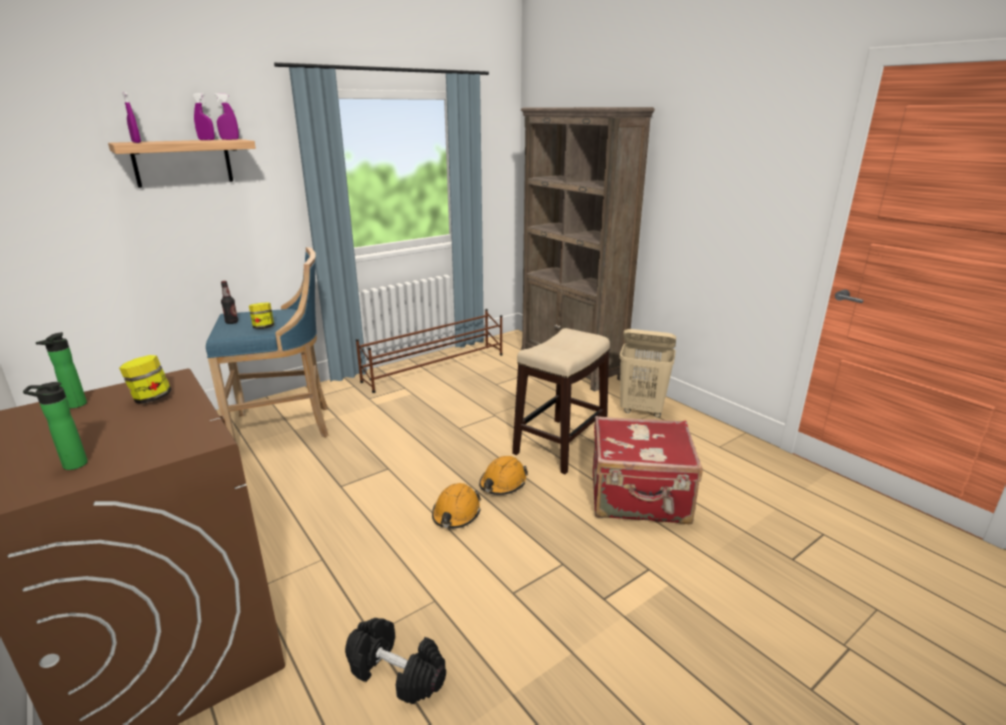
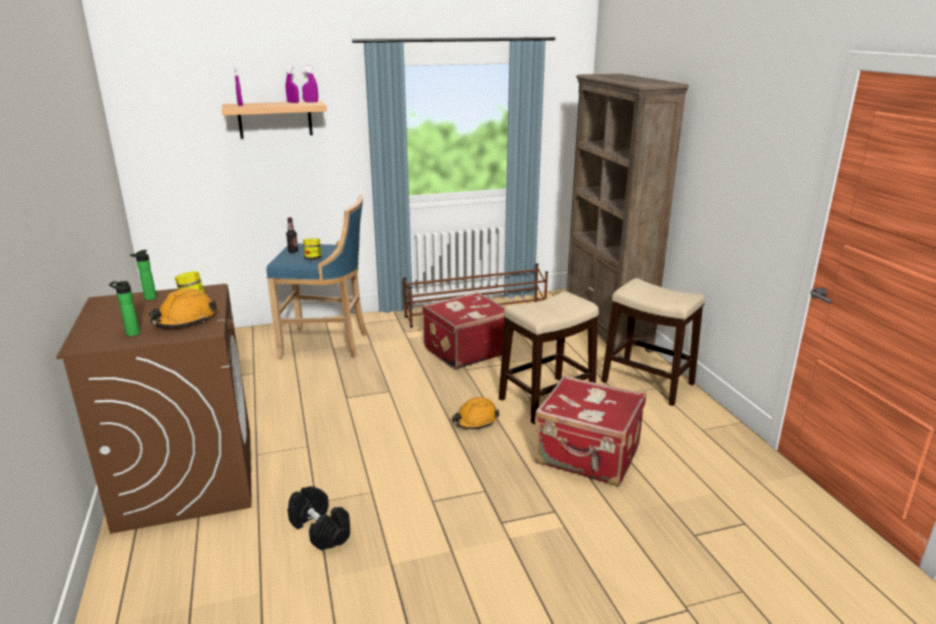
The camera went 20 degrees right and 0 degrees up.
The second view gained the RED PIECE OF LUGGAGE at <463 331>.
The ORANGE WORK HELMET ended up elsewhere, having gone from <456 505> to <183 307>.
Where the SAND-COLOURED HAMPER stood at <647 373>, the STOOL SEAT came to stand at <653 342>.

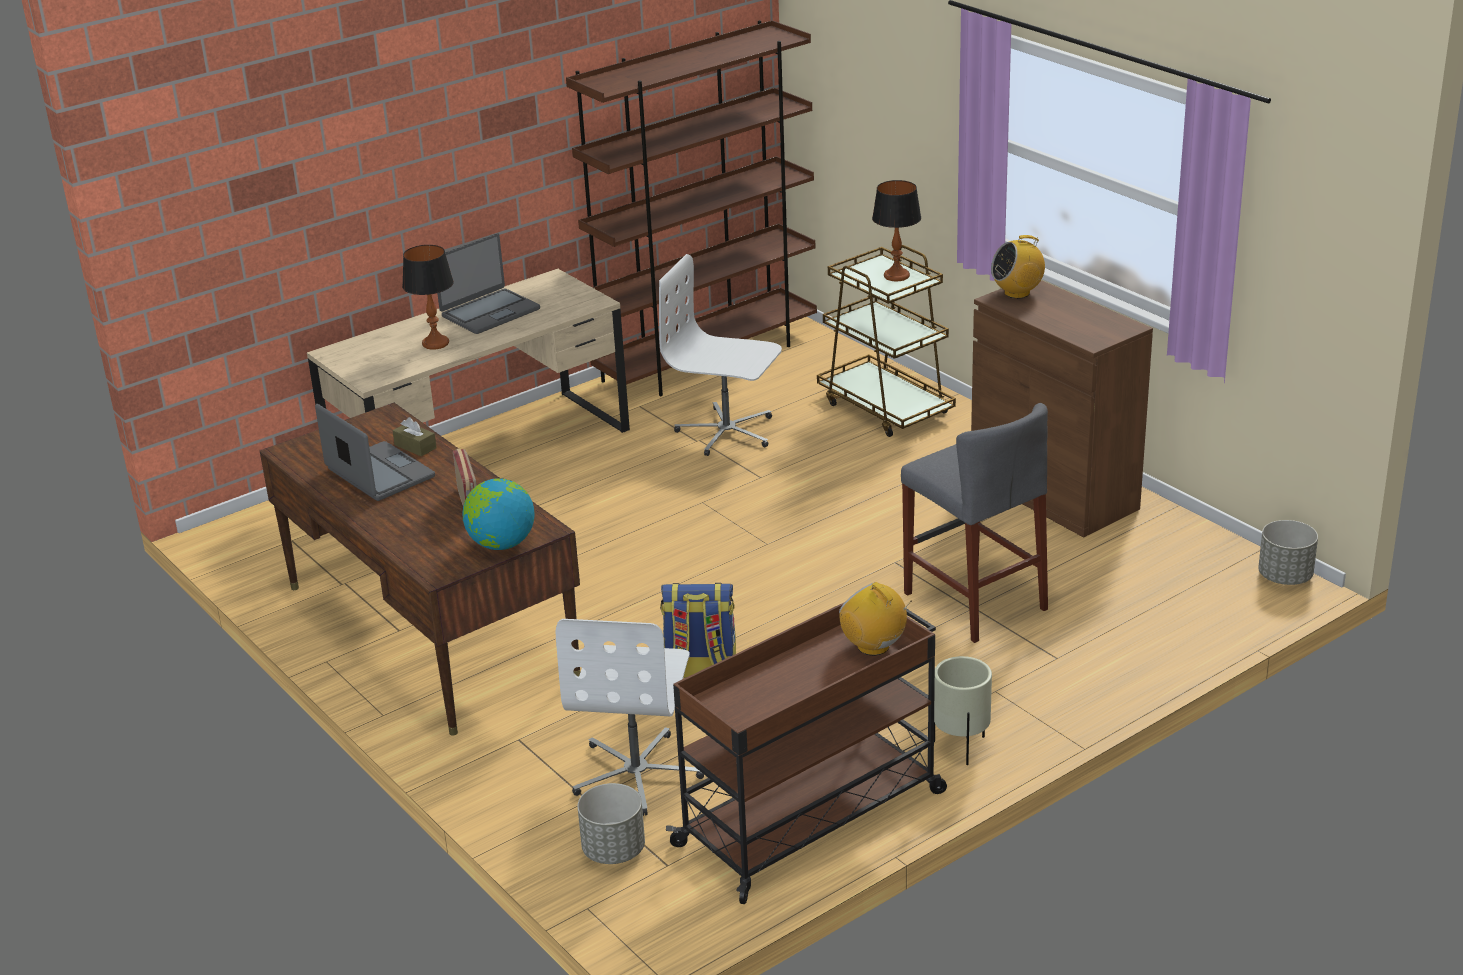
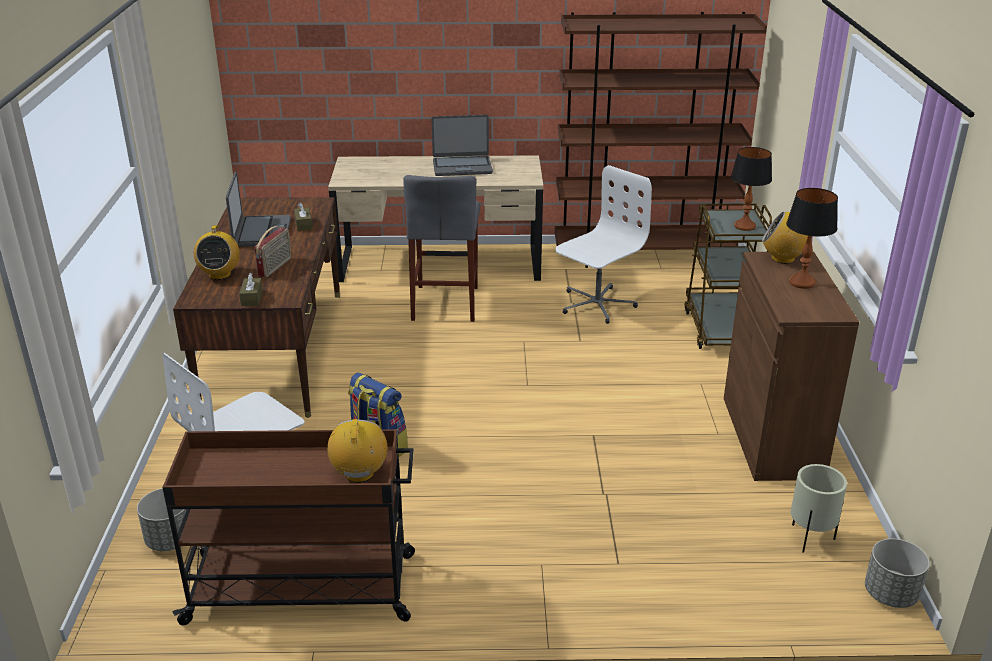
The camera went 35 degrees right and 0 degrees up.
The second view gained the RADIO SET at <217 252>.
The LAMP FOR A TABLE ended up elsewhere, having gone from <428 297> to <812 238>.
The GREY STOOL SEAT ended up elsewhere, having gone from <974 523> to <441 248>.
The SAND-COLOURED FLOWER POT ended up elsewhere, having gone from <963 710> to <819 508>.
Where the WORLD GLOBE stood at <499 514>, the BROWN-COLOURED TISSUE HOLDER came to stand at <251 289>.
The WHITE DESK CHAIR at <720 355> ended up facing another way, 75 degrees clockwise from before.

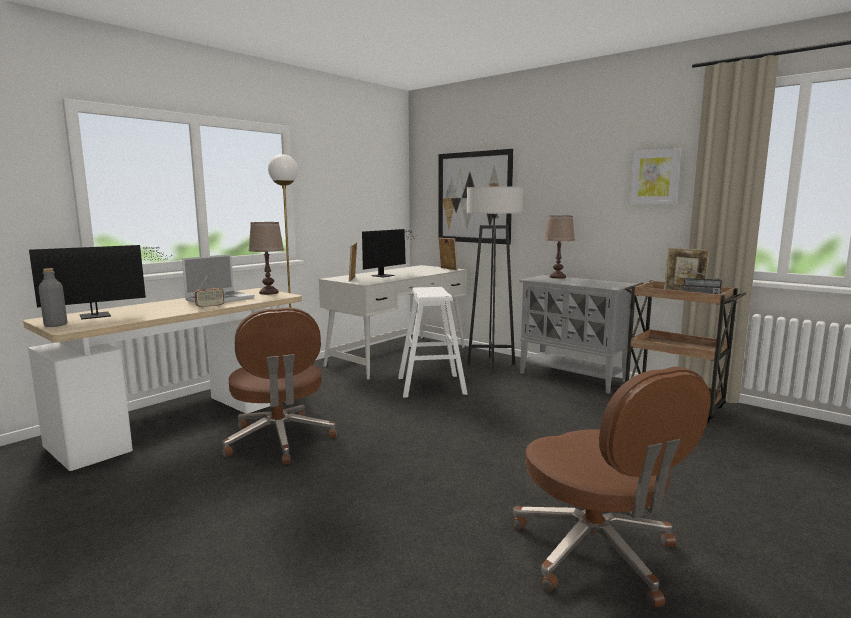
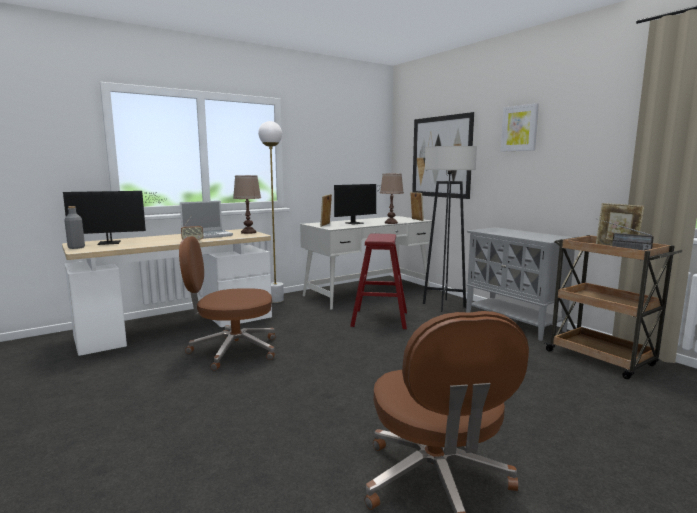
The camera went 15 degrees right and 0 degrees up.
The BROWN-COLOURED LAMP FOR A TABLE ended up elsewhere, having gone from <559 247> to <392 199>.
The WALL ART ended up elsewhere, having gone from <655 176> to <520 127>.
What was the WHITE STOOL SEAT at <433 342> turned into the RED STOOL SEAT at <378 281>.
The BROWN-COLOURED DESK CHAIR at <279 386> ended up facing another way, 90 degrees clockwise from before.

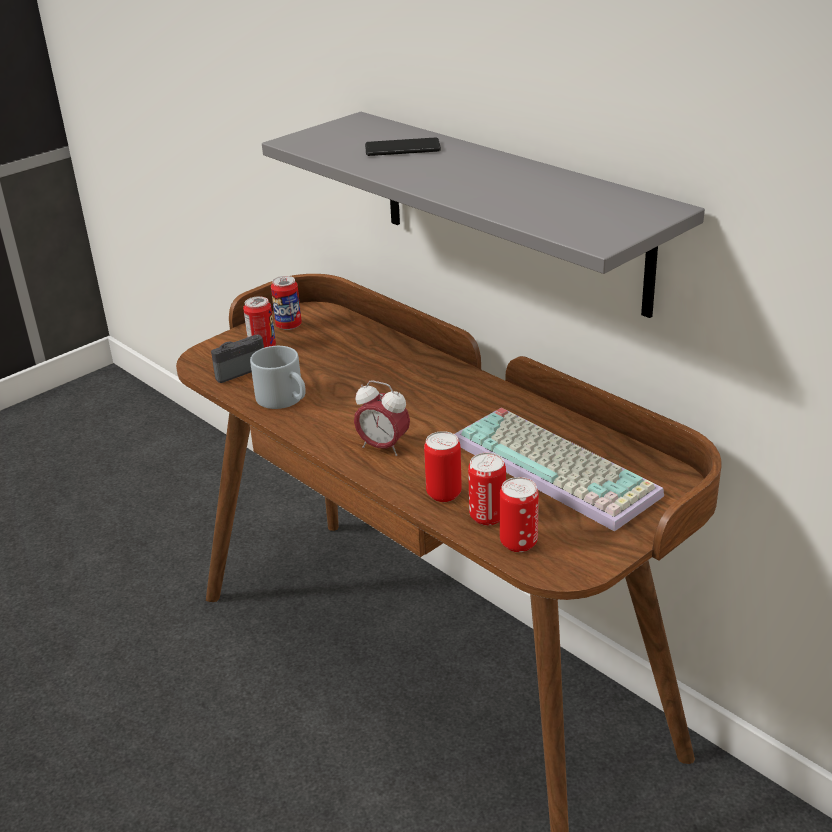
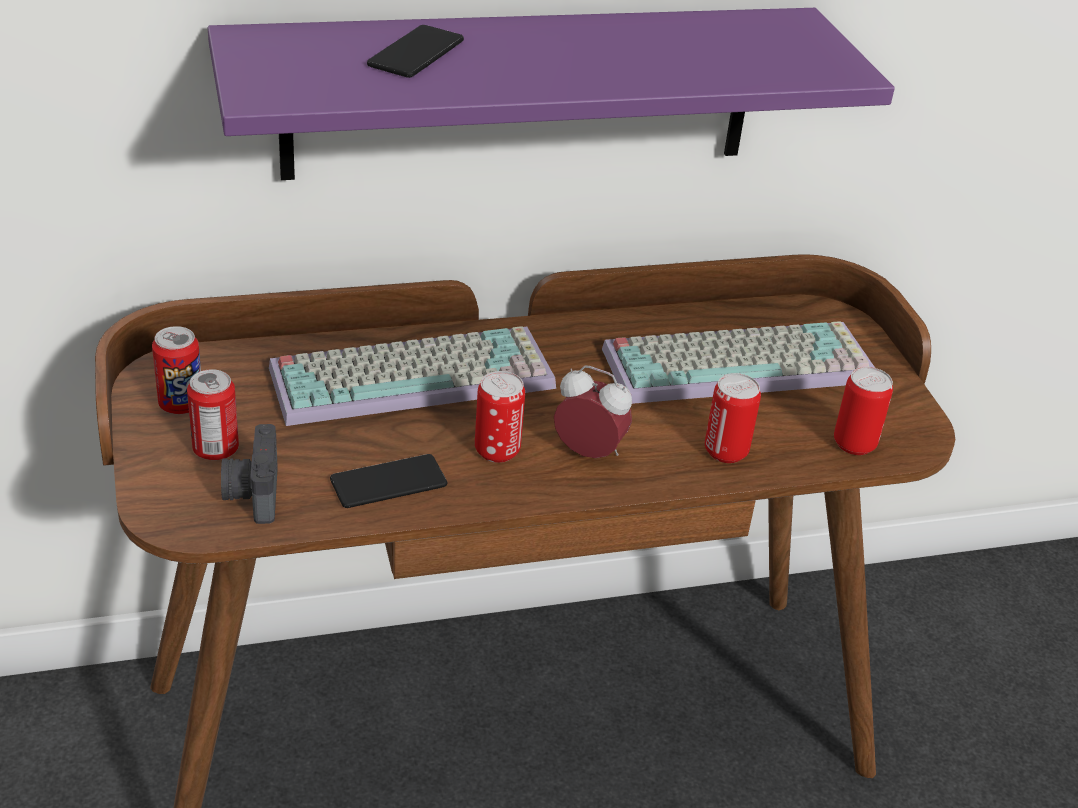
The camera went 65 degrees left and 5 degrees up.
The second view gained the PC KEYBOARD at <412 376>.
The METAL CAN ended up elsewhere, having gone from <487 489> to <500 417>.
Where the GREY MUG stood at <278 377>, the PHONE came to stand at <388 481>.
What was the GREY WALL SHELF at <483 215> turned into the PURPLE-COLOURED WALL SHELF at <551 94>.
The ALARM CLOCK at <382 418> ended up facing another way, 120 degrees counterclockwise from before.

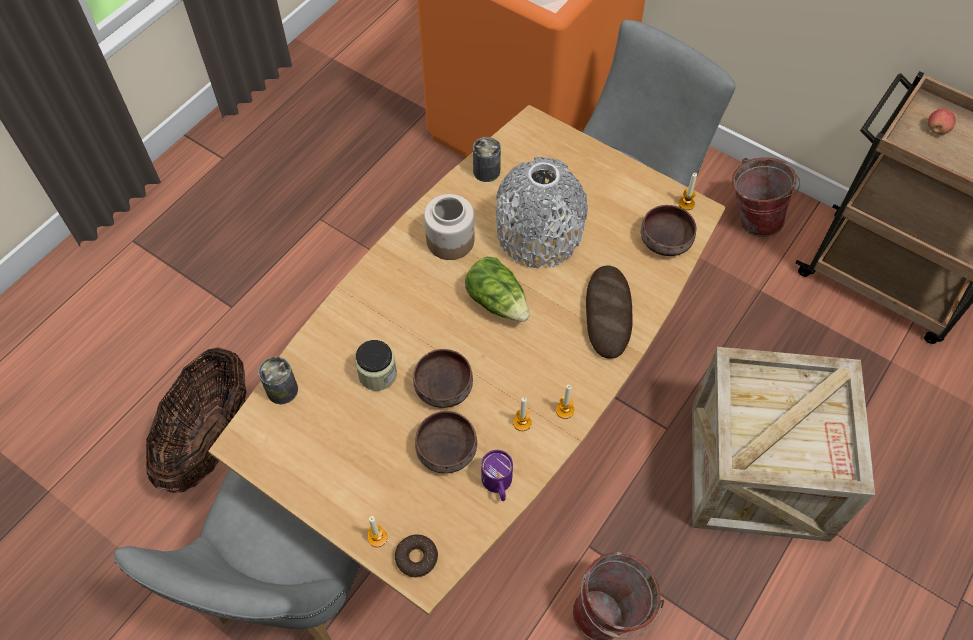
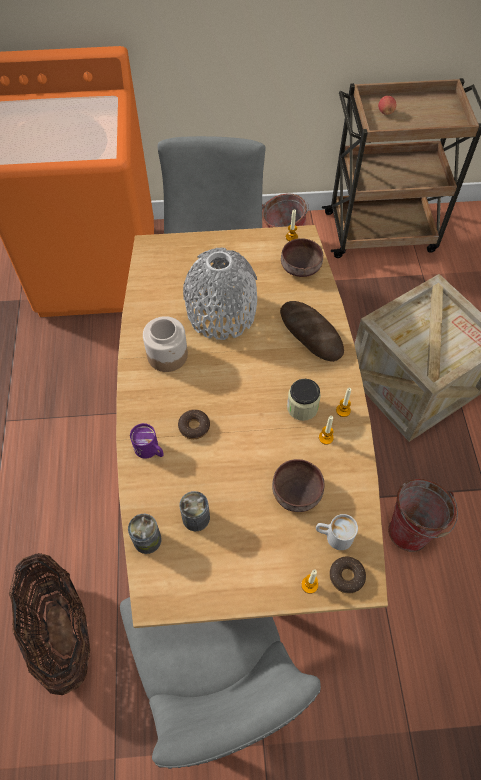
The camera went 40 degrees left and 0 degrees up.
The second view lost the BROWN-COLOURED DEEP DISH at <443 378>.
The second view lost the LETTUCE HEAD at <497 289>.
The second view gained the DONUT at <194 424>.
The second view gained the WHITE MUG at <337 532>.
The STORAGE JAR ended up elsewhere, having gone from <376 365> to <304 400>.
The METAL CAN ended up elsewhere, having gone from <487 159> to <194 511>.
The PURPLE-COLOURED MUG ended up elsewhere, having gone from <497 475> to <147 441>.

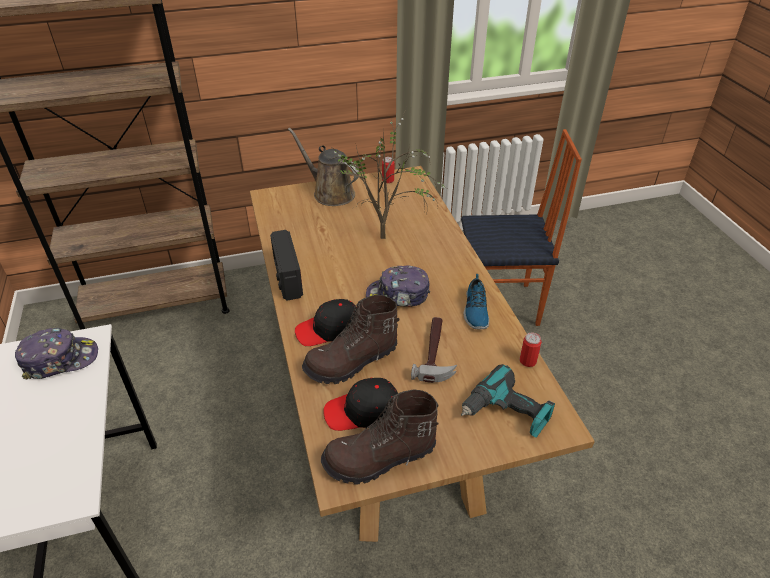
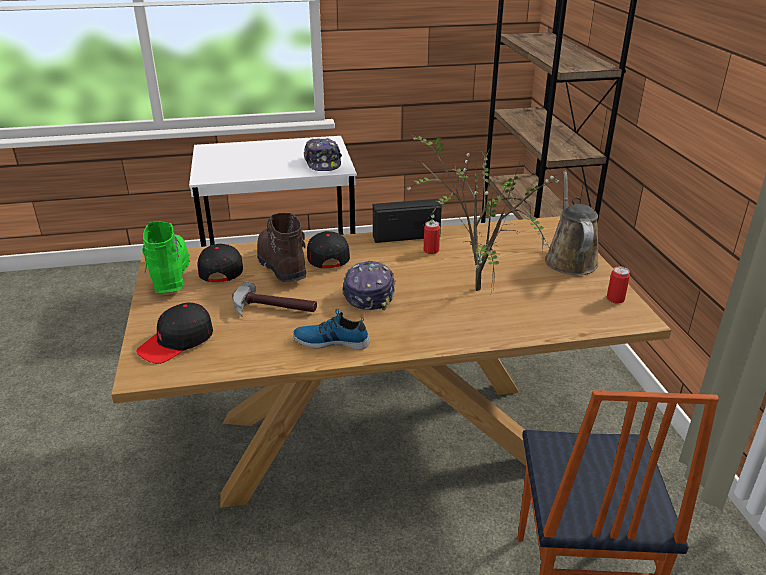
The camera went 95 degrees right and 10 degrees down.
The METAL CAN ended up elsewhere, having gone from <530 350> to <432 237>.
Where the ELECTRIC DRILL stood at <508 400>, the BLACKISH PEAKED CAP came to stand at <174 333>.
What was the BROWN-COLOURED TALL BOOT at <380 437> turned into the GREENISH TALL BOOT at <166 257>.
The BROWN-COLOURED SPRINKLING CAN at <323 166> ended up facing another way, 45 degrees counterclockwise from before.

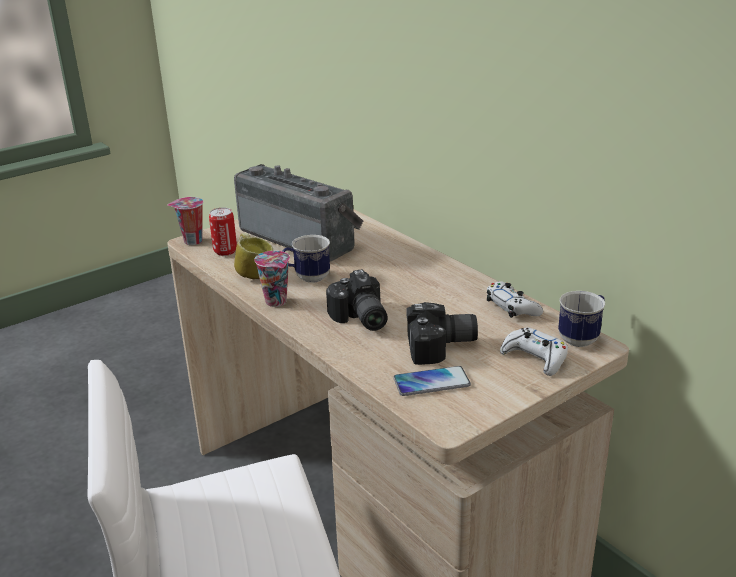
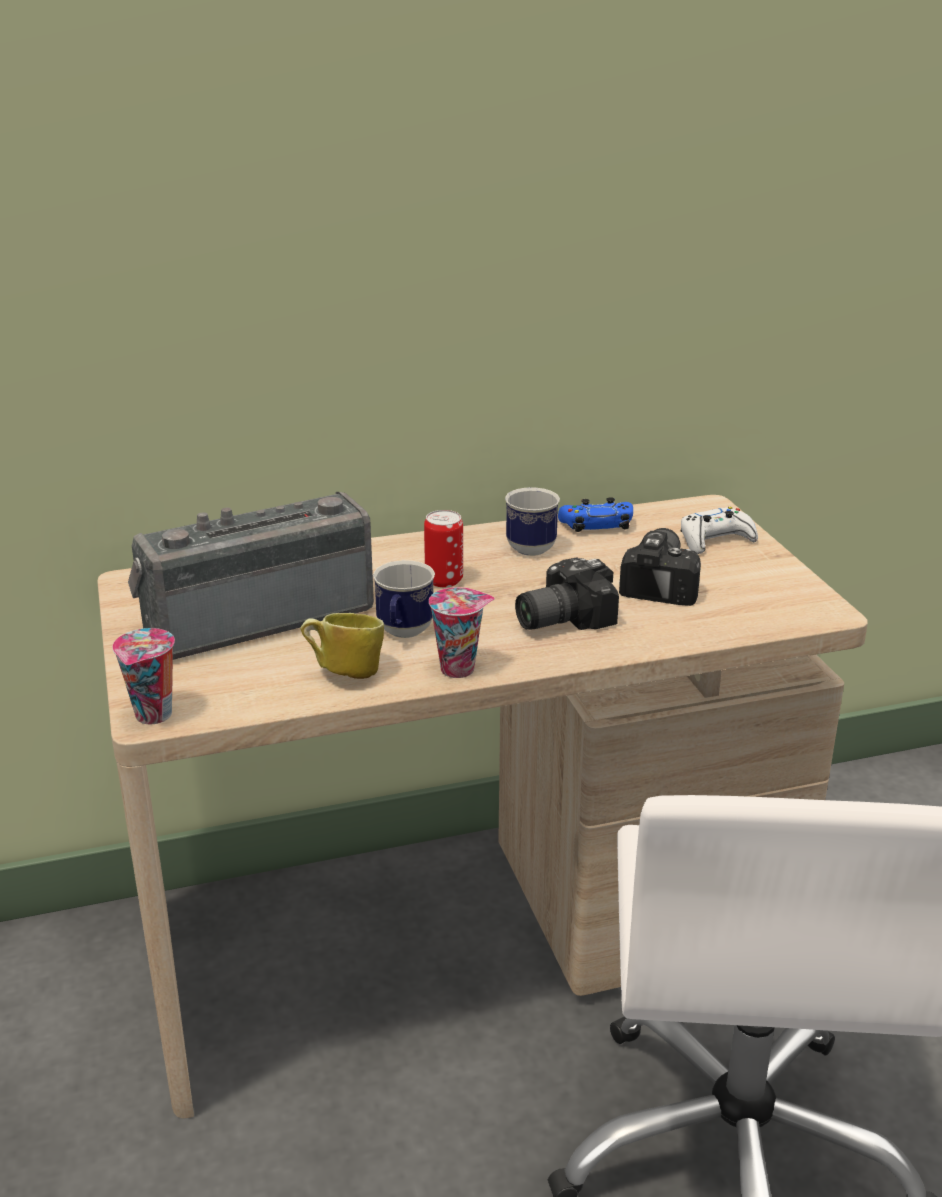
The camera went 70 degrees left and 0 degrees up.
The second view lost the PHONE at <432 381>.
The METAL CAN ended up elsewhere, having gone from <223 232> to <443 548>.
The MUG ended up elsewhere, having gone from <581 319> to <532 521>.
What was the WHITE GAMEPAD at <515 299> turned into the BLUE-COLOURED GAMEPAD at <595 514>.
The STILL CAMERA at <357 300> ended up facing another way, 150 degrees clockwise from before.

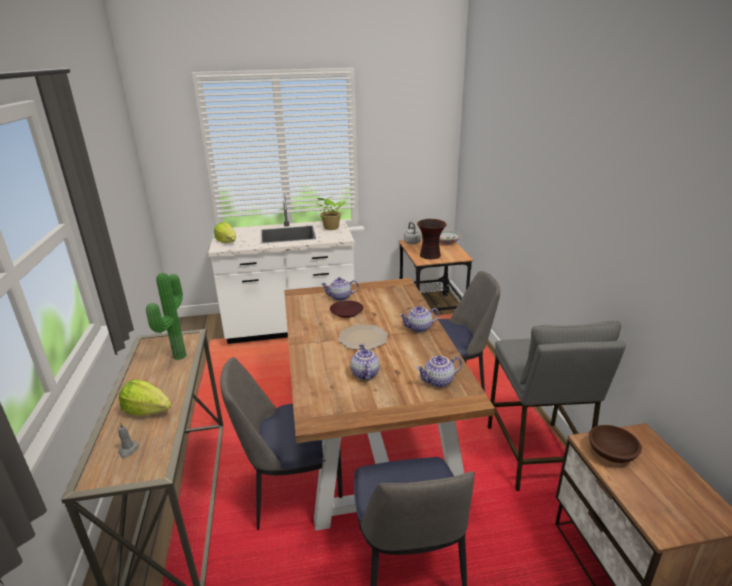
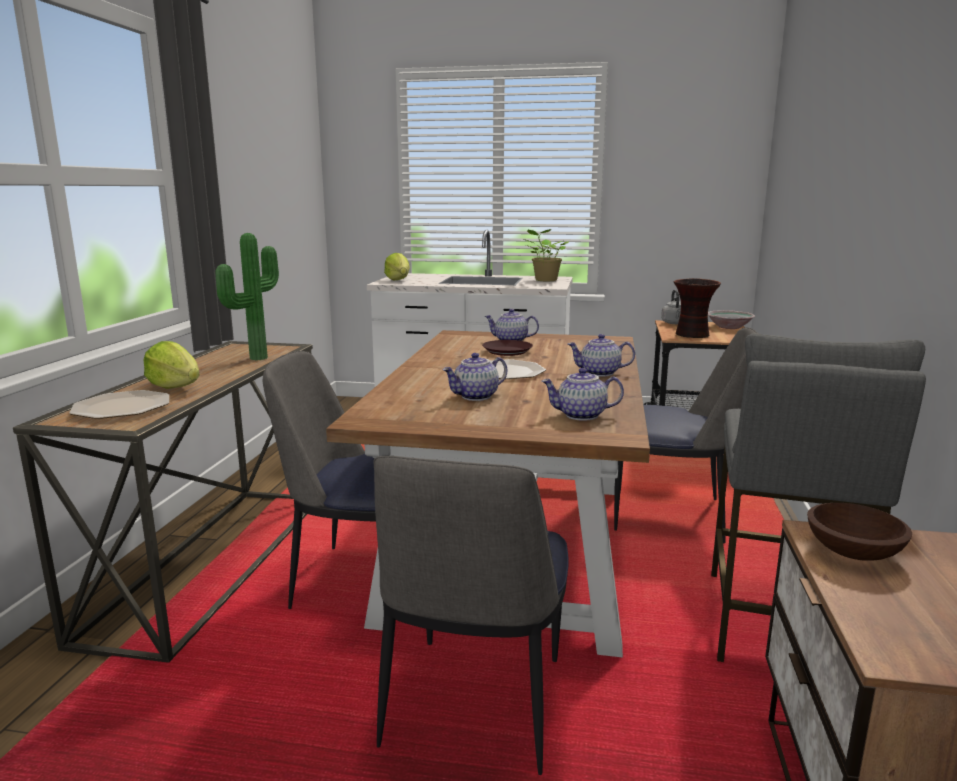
The camera went 20 degrees right and 10 degrees down.
Where the GREY CANDLE stood at <128 440>, the FLAT DISH came to stand at <119 404>.
The POT FOR TEA at <365 362> ended up facing another way, 135 degrees counterclockwise from before.

